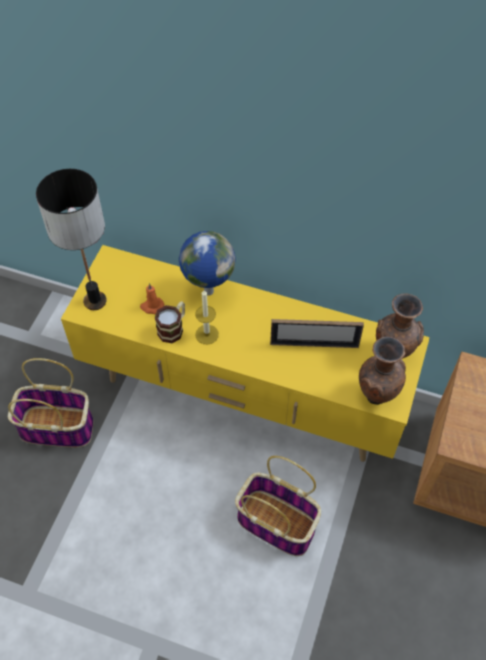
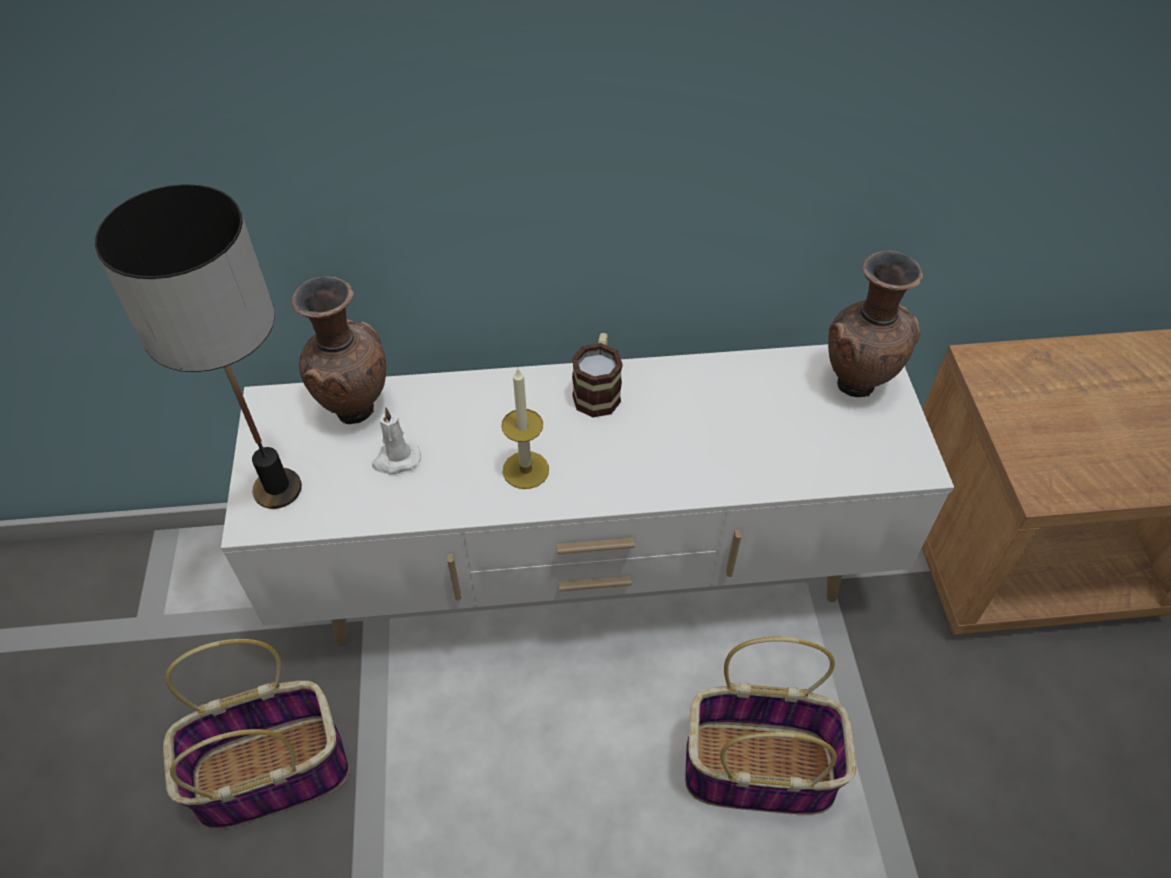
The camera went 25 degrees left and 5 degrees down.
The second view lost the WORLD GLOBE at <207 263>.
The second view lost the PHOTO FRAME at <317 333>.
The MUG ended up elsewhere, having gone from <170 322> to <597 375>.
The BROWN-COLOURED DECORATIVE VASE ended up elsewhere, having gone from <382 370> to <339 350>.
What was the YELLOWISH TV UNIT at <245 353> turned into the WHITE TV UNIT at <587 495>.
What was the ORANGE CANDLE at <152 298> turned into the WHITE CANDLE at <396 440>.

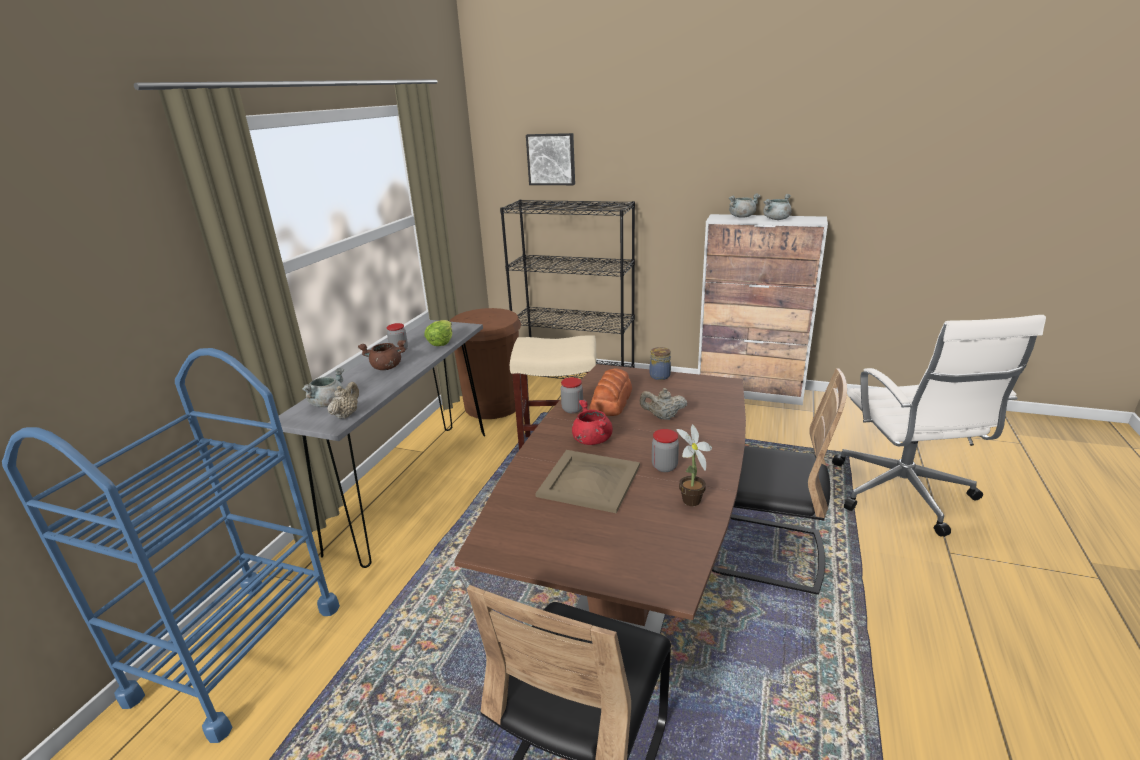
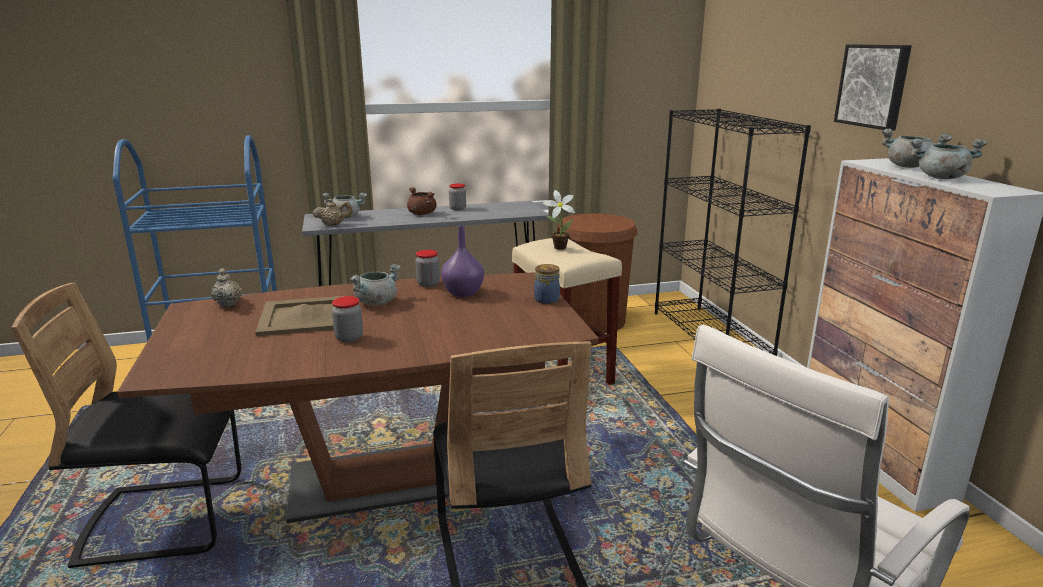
The camera went 55 degrees right and 5 degrees down.
The second view lost the LETTUCE HEAD at <438 333>.
The WALL ART ended up elsewhere, having gone from <550 159> to <873 88>.
The SAND-COLOURED POT FOR TEA ended up elsewhere, having gone from <664 404> to <226 287>.
The PLANT IN A POT ended up elsewhere, having gone from <694 465> to <559 220>.
Where the BREAD stood at <610 392>, the PURPLE-COLOURED DECORATIVE VASE came to stand at <462 261>.
What was the RED STOCKPOT at <592 422> turned into the GREY STOCKPOT at <375 284>.

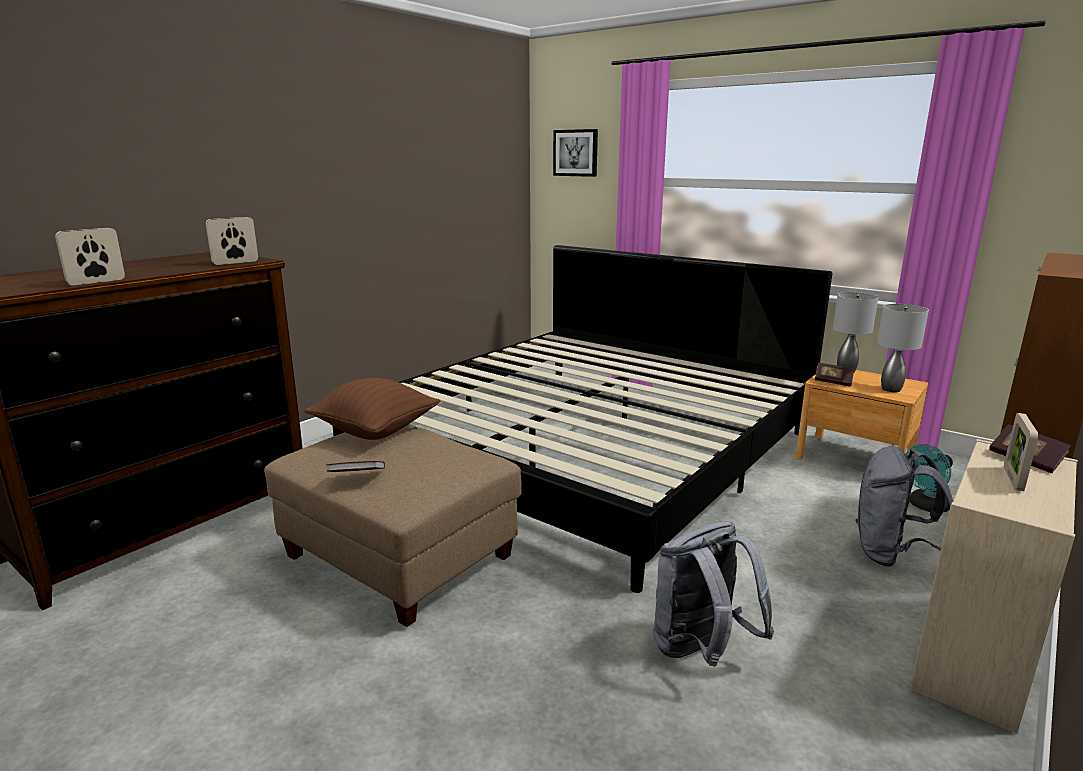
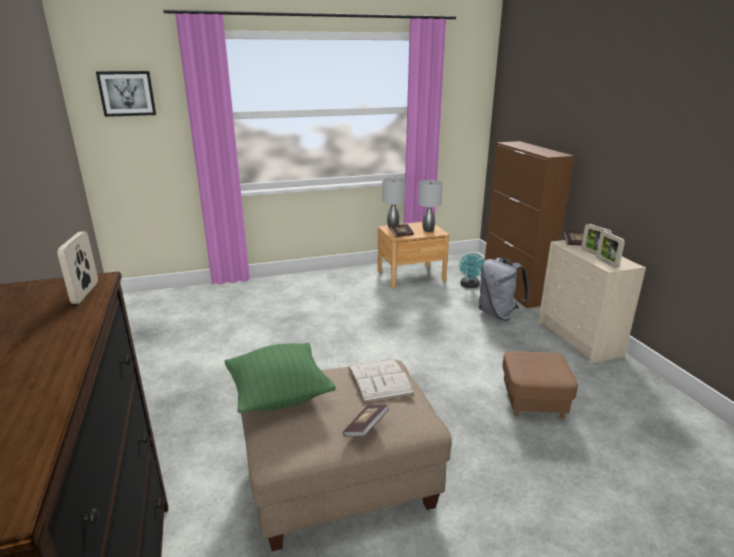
The camera went 55 degrees left and 5 degrees up.
The second view lost the BED at <582 419>.
The second view gained the WHITE BOOK at <381 381>.
The PHOTO FRAME ended up elsewhere, having gone from <90 257> to <610 249>.
Where the GREY BACKPACK stood at <713 594>, the BROWN-COLOURED POUFFE came to stand at <540 385>.
What was the BROWN-COLOURED PILLOW at <372 409> turned into the GREENISH PILLOW at <280 378>.

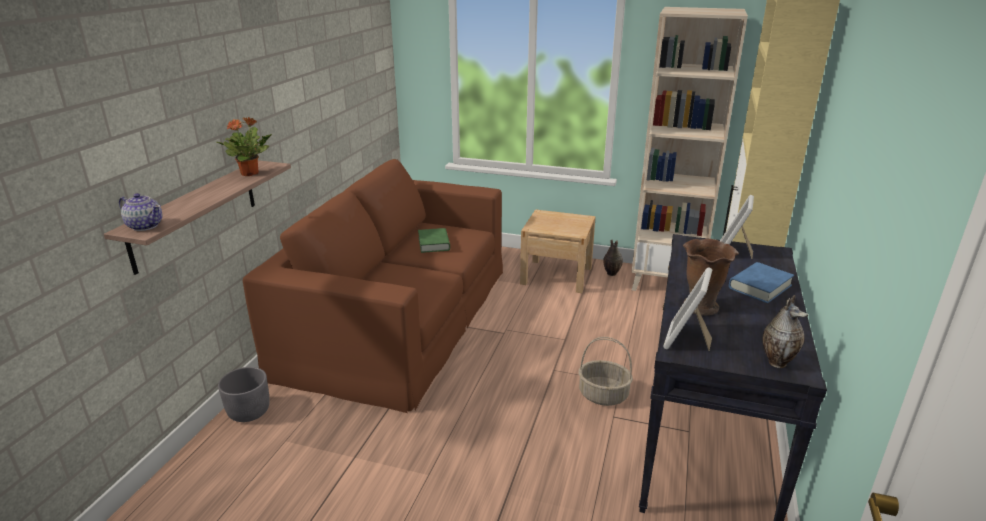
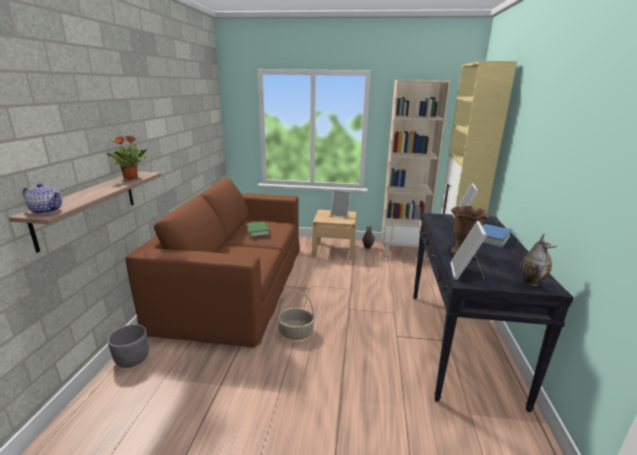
The camera went 10 degrees left and 5 degrees down.
The second view gained the PHOTO FRAME at <340 204>.
The HOUSEHOLD BASKET ended up elsewhere, having gone from <605 371> to <296 315>.

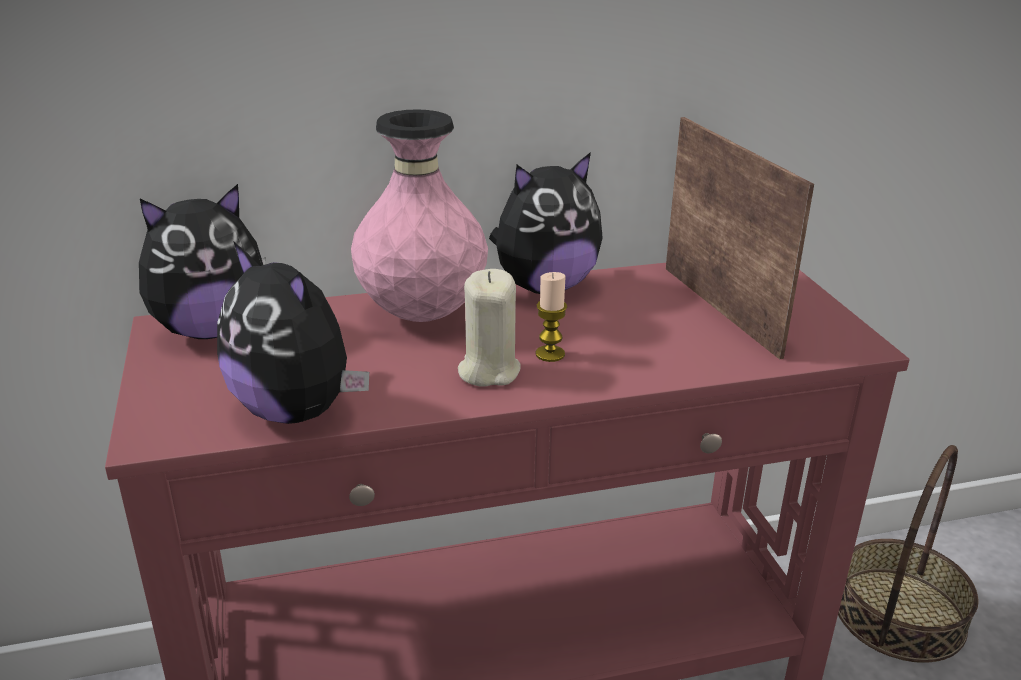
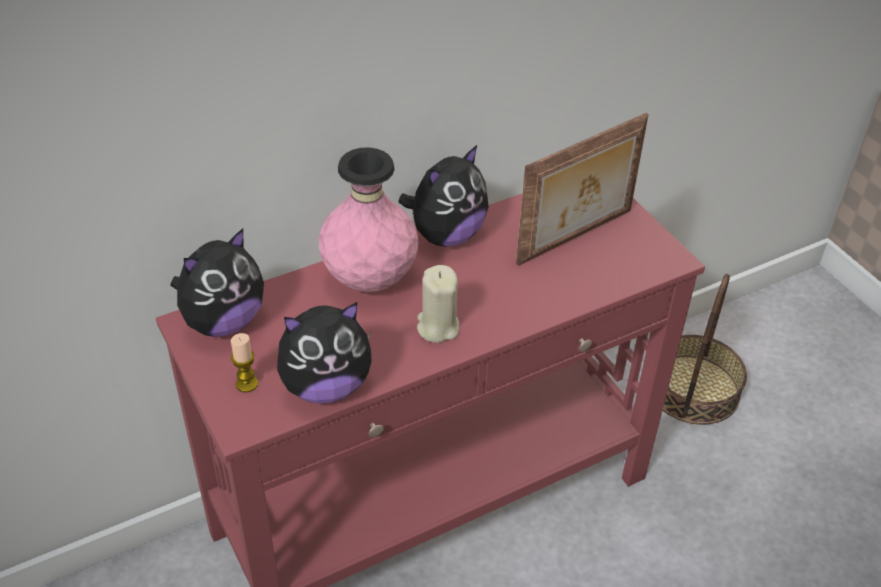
The camera went 15 degrees left and 15 degrees up.
The CANDLE ended up elsewhere, having gone from <551 317> to <244 362>.
The CUDDLY TOY at <293 332> ended up facing another way, 45 degrees counterclockwise from before.
The PHOTO FRAME at <740 238> ended up facing another way, 90 degrees clockwise from before.

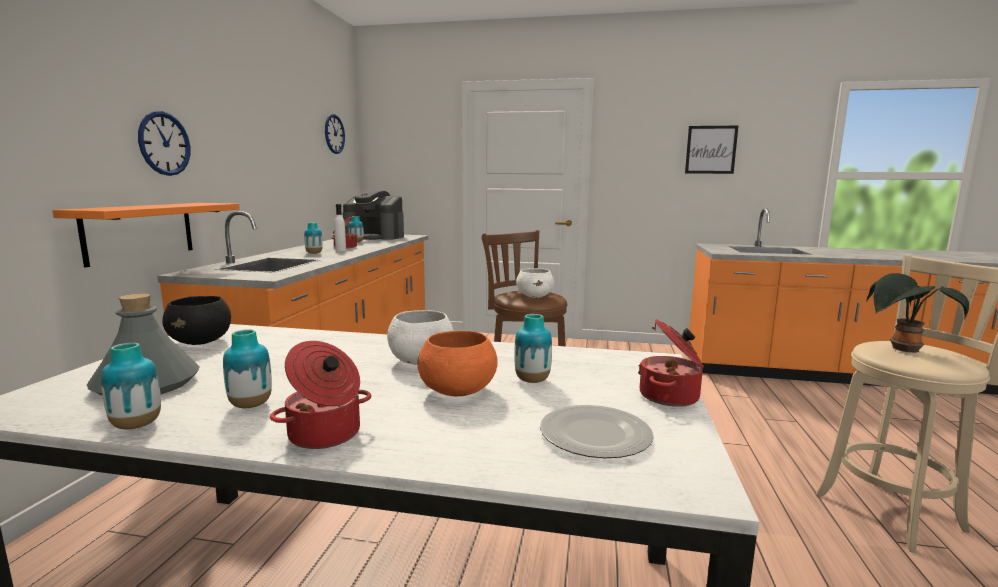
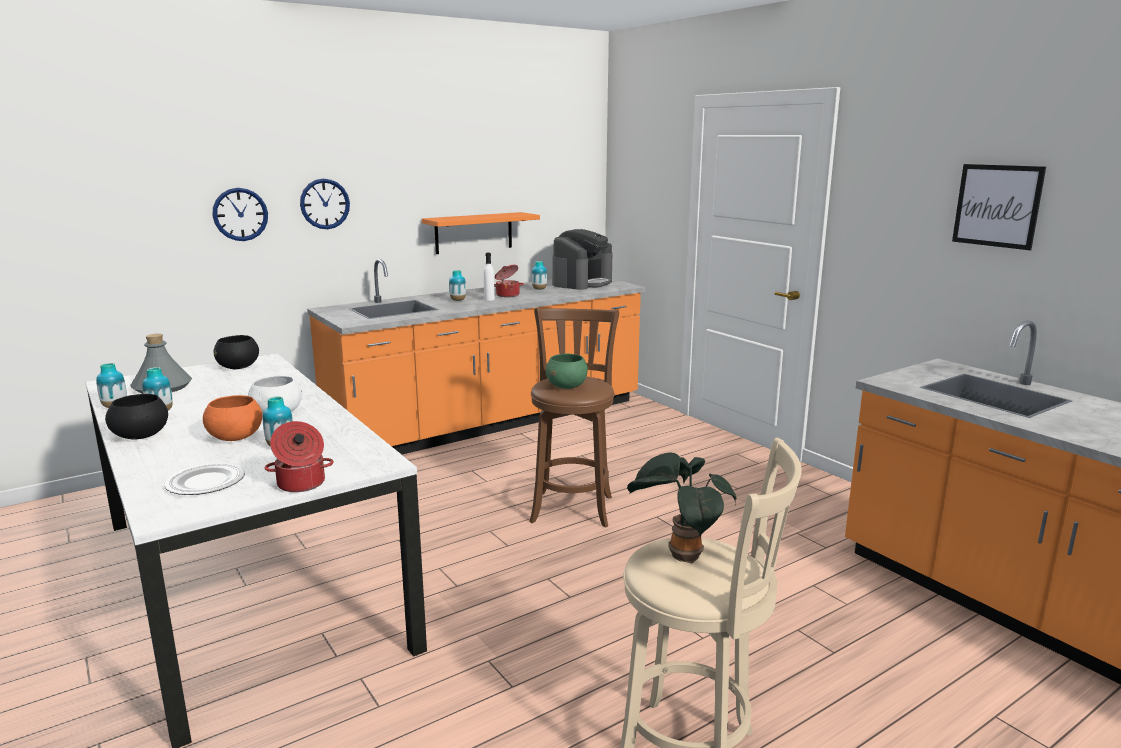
The camera went 45 degrees right and 5 degrees up.
The ORANGE WALL SHELF ended up elsewhere, having gone from <146 235> to <481 233>.
The HANGING CLOCK ended up elsewhere, having gone from <335 134> to <240 214>.
Where the STOCKPOT stood at <320 395>, the BLACKISH DEEP DISH came to stand at <136 416>.
What was the WHITE DEEP DISH at <535 283> turned into the GREENISH DEEP DISH at <567 371>.
The COFFEE BREWER at <373 215> ended up facing another way, 120 degrees counterclockwise from before.

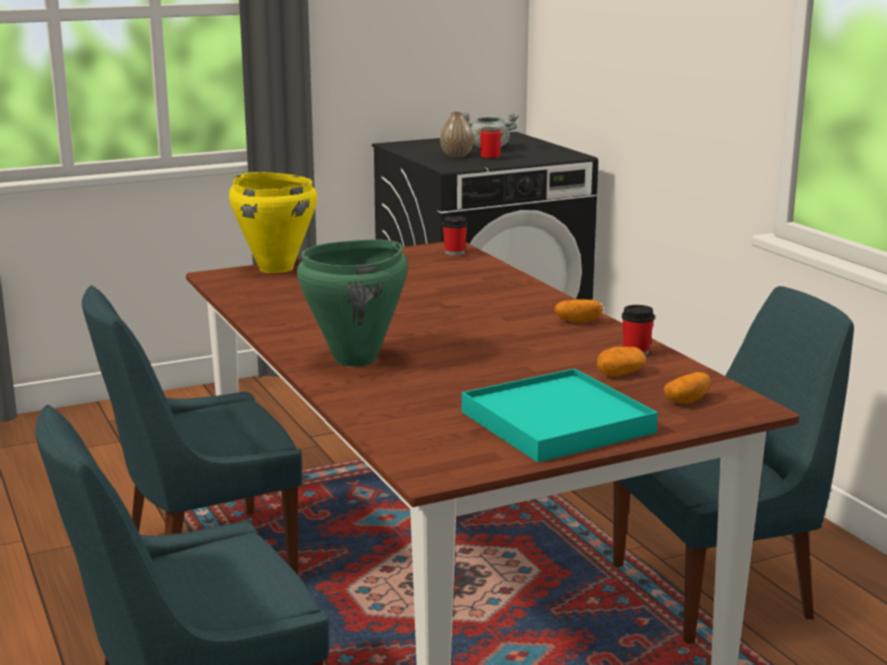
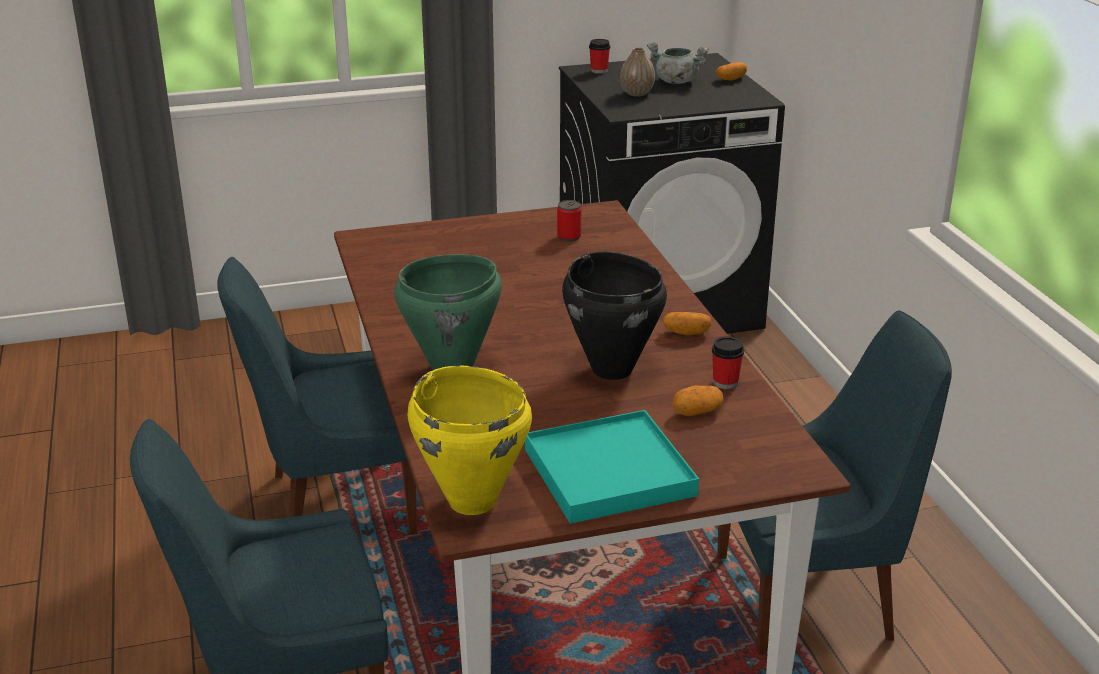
The camera went 10 degrees right and 10 degrees up.
The second view gained the BLACKISH STOCKPOT at <614 316>.
The YELLOWISH STOCKPOT ended up elsewhere, having gone from <273 222> to <470 440>.
The SMALL CUP ended up elsewhere, having gone from <455 236> to <600 56>.
The METAL CAN ended up elsewhere, having gone from <490 143> to <569 221>.
The POTATO ended up elsewhere, having gone from <687 387> to <731 71>.

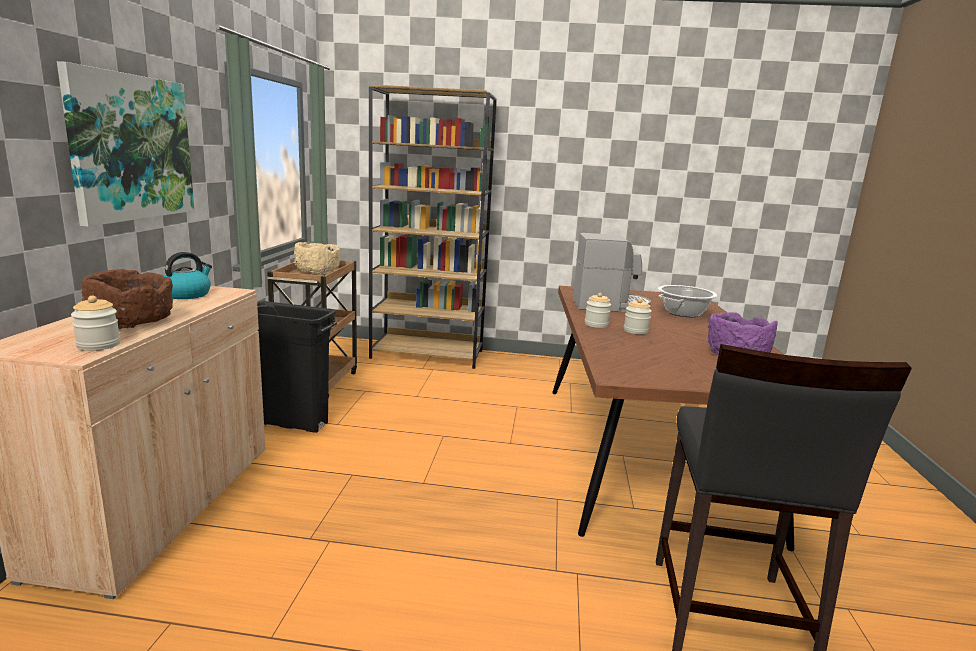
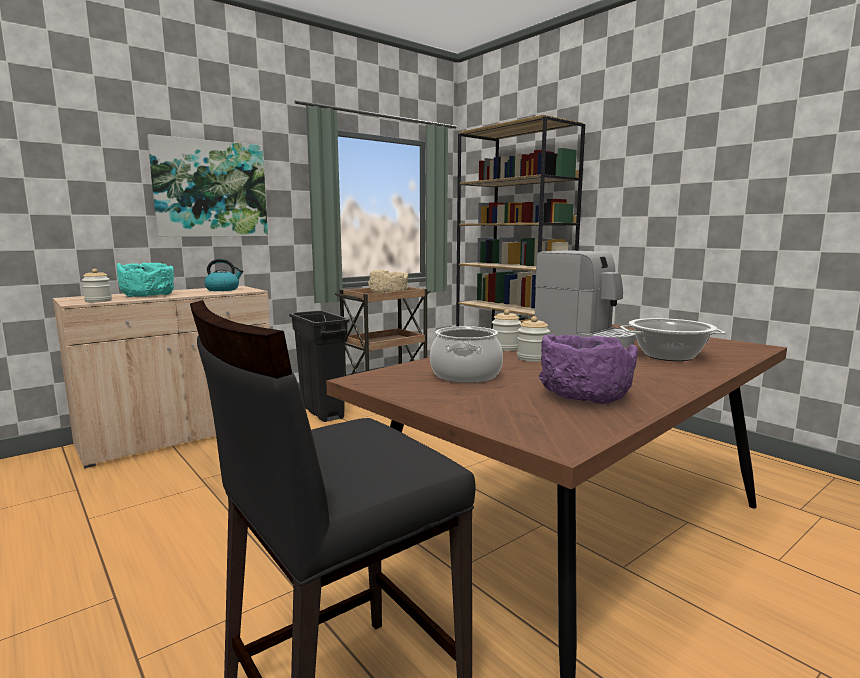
The camera went 45 degrees right and 5 degrees down.
The second view gained the STOCKPOT at <466 354>.
What was the BROWN-COLOURED DEEP DISH at <127 299> turned into the TURQUOISE-COLOURED DEEP DISH at <145 280>.

